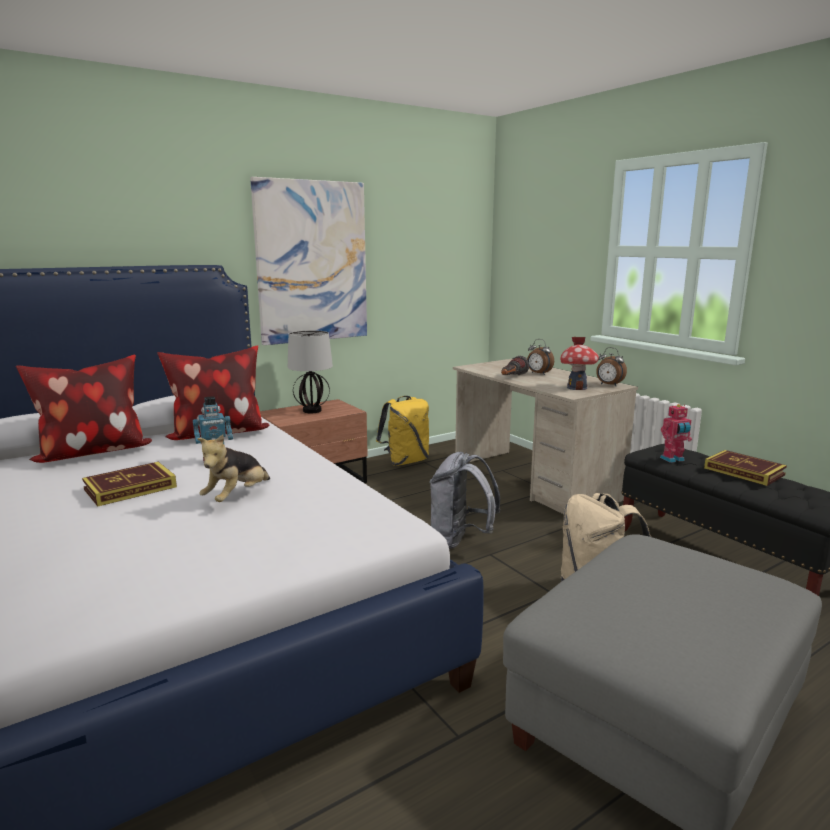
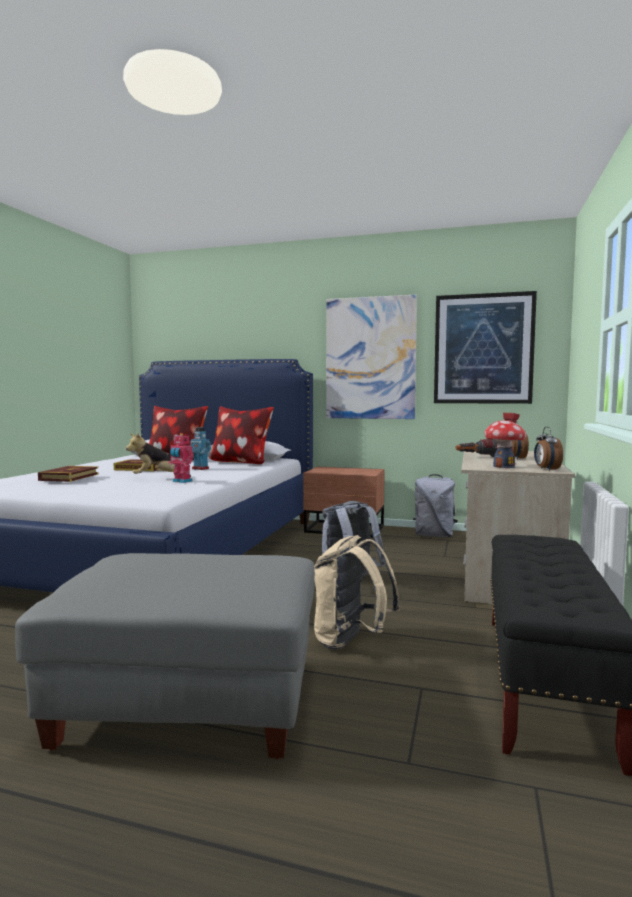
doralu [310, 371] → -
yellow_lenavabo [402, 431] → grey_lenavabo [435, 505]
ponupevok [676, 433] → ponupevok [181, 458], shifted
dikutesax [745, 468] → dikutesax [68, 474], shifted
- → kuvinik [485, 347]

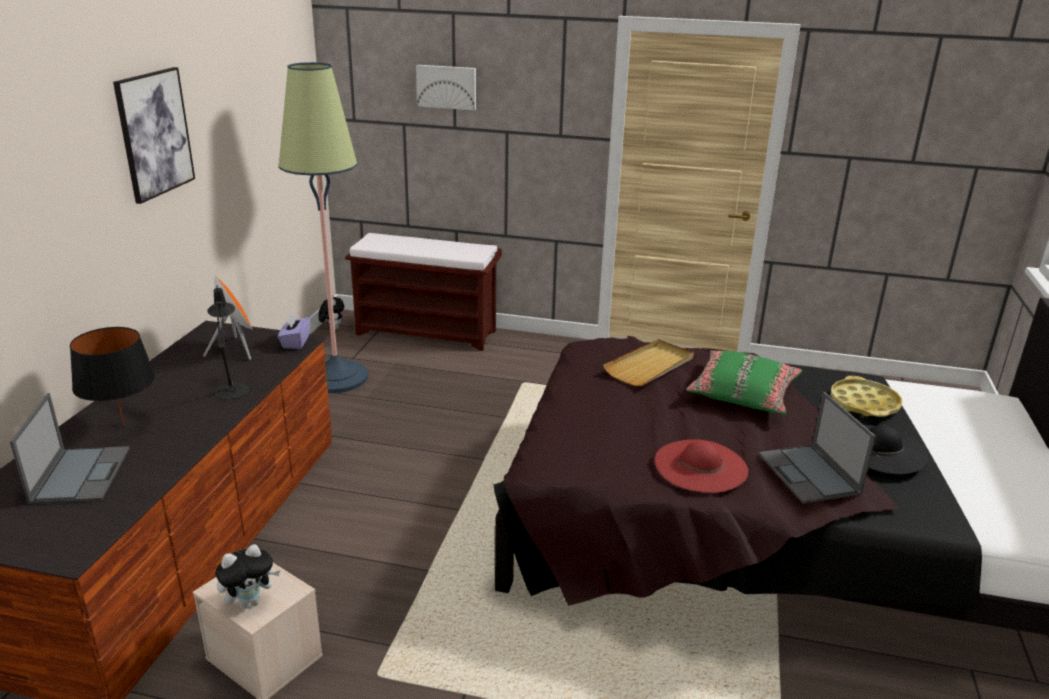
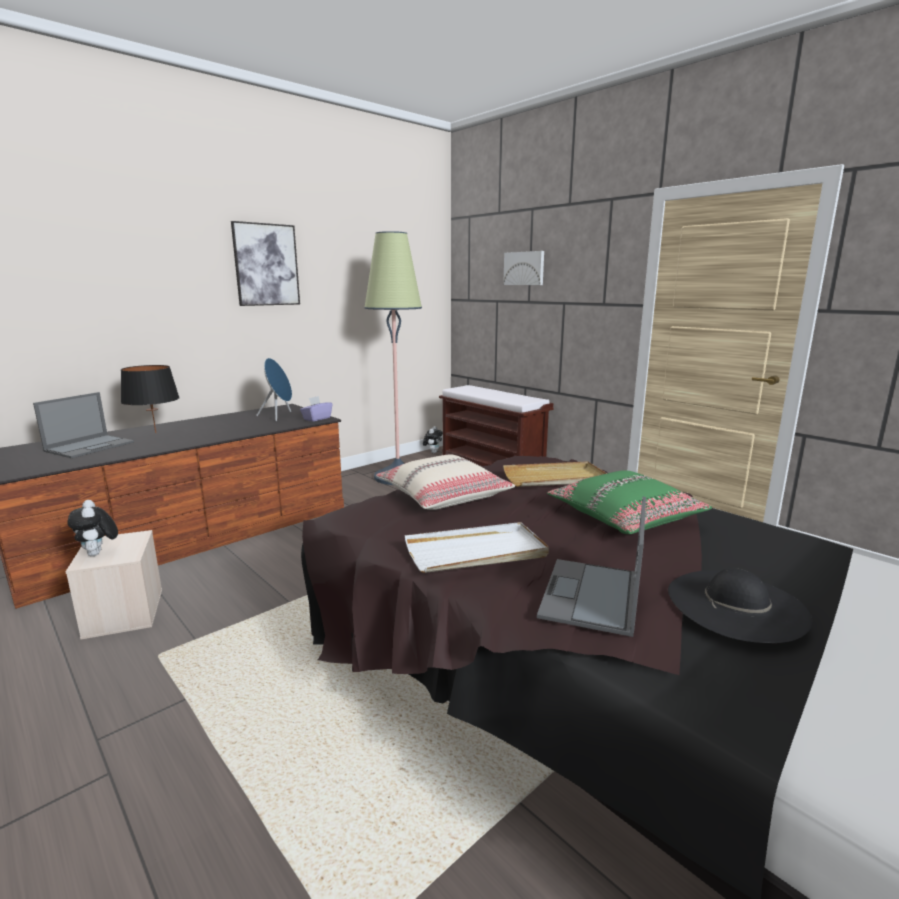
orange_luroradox [228, 318] → blue_luroradox [274, 389]
black_doralu [228, 343] → -
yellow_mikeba [866, 396] → -
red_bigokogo [701, 466] → white_mikeba [477, 547]
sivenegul [247, 576] → sivenegul [92, 528], 60 degrees clockwise
- → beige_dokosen [445, 482]

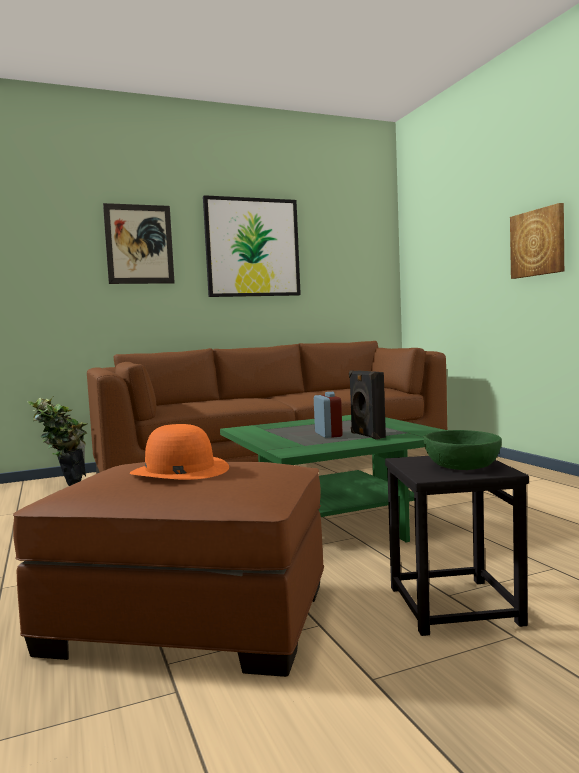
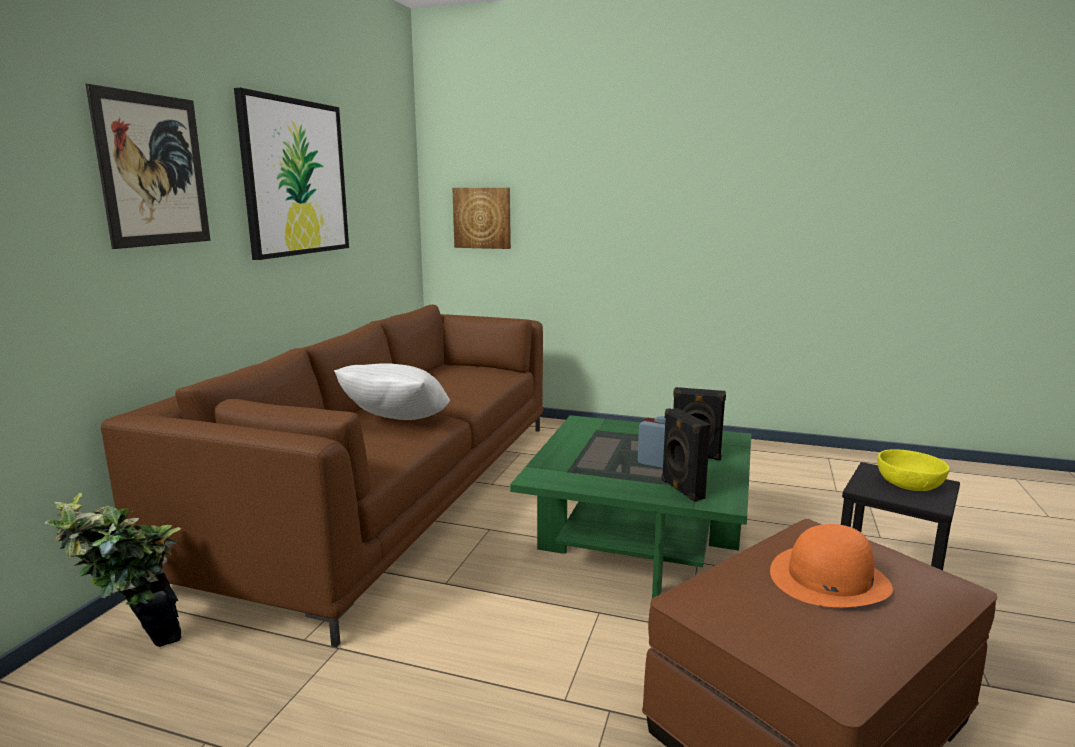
kuvinik [537, 241] → kuvinik [481, 218], shifted
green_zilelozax [463, 450] → yellow_zilelozax [913, 470]
- → white_dokosen [392, 391]
- → black_luroradox [685, 455]

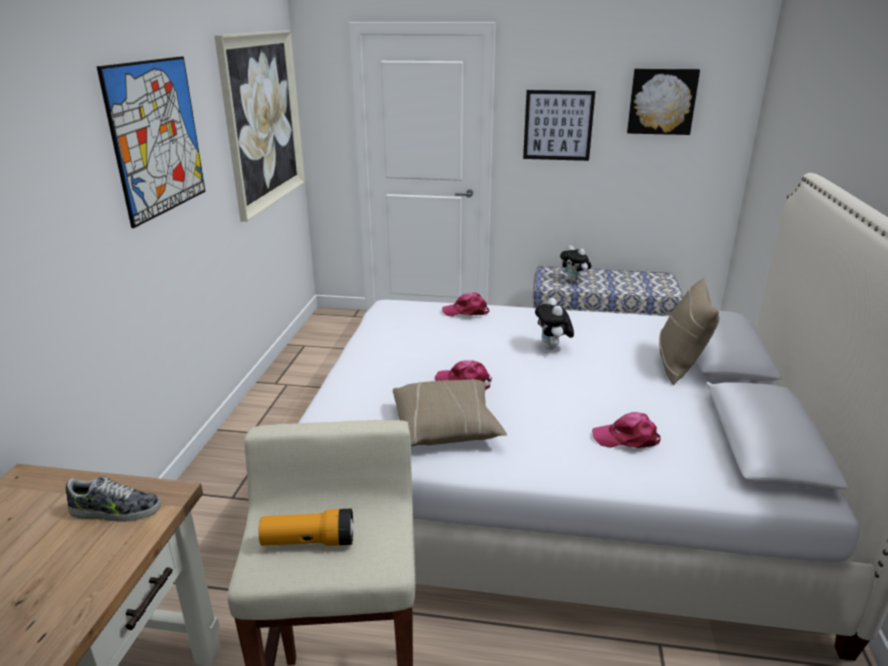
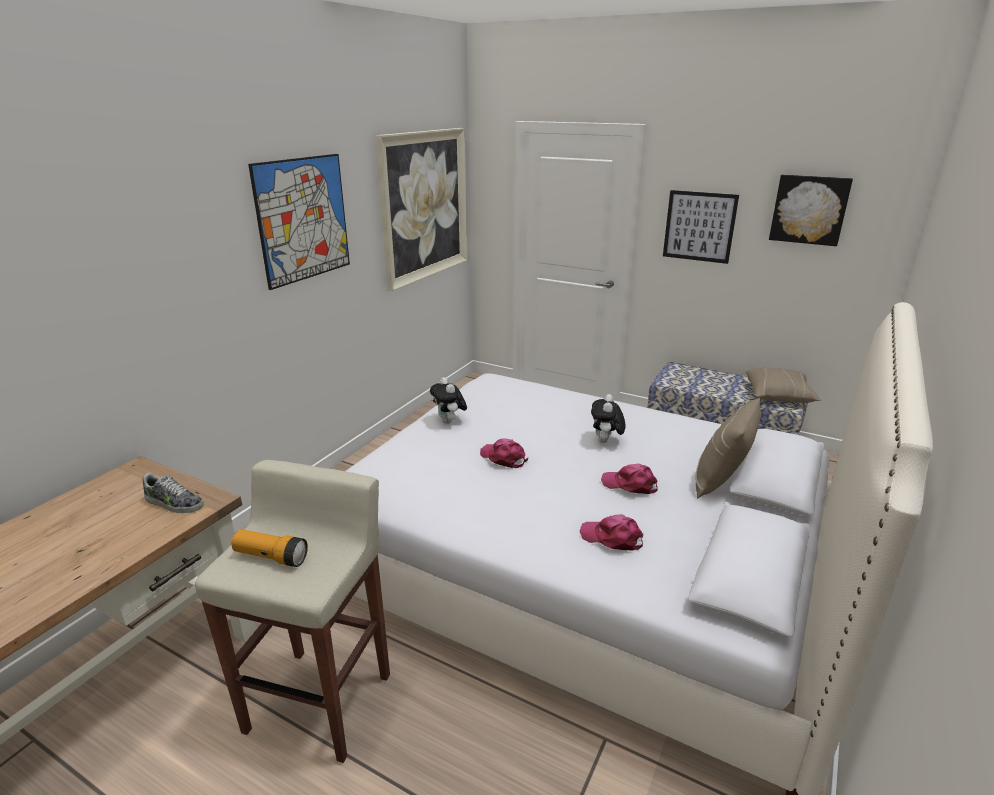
sivenegul [575, 263] → sivenegul [448, 400], shifted
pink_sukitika [465, 304] → pink_sukitika [629, 479], shifted
beige_dokosen [450, 412] → beige_dokosen [783, 385], shifted

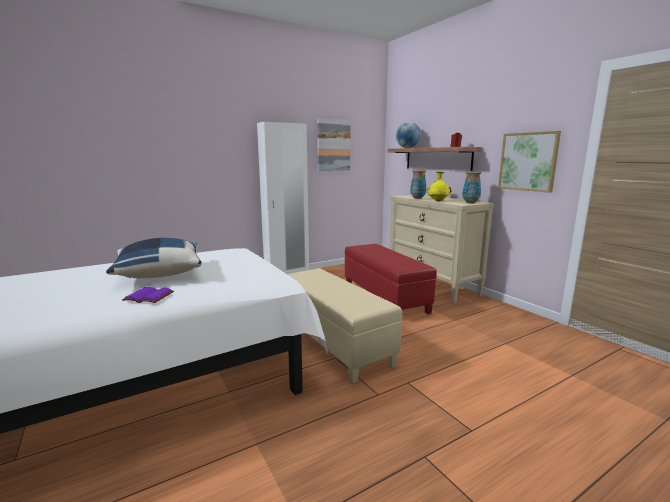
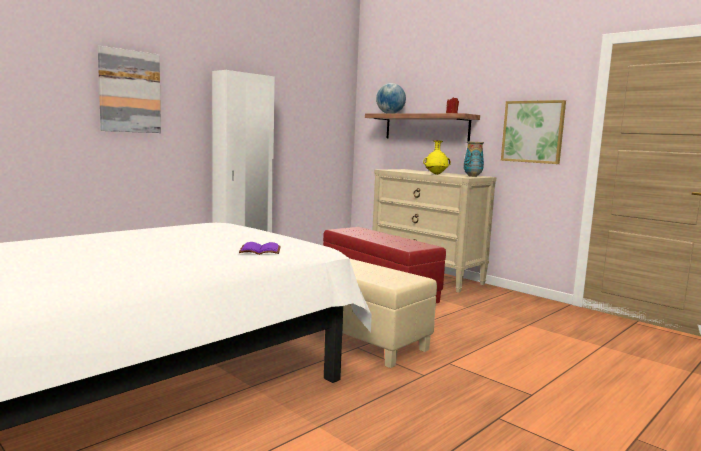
kuvinik [334, 145] → kuvinik [129, 89], shifted
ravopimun [418, 184] → -
blue_dokosen [154, 258] → -
purple_dikutesax [148, 294] → purple_dikutesax [260, 248], shifted

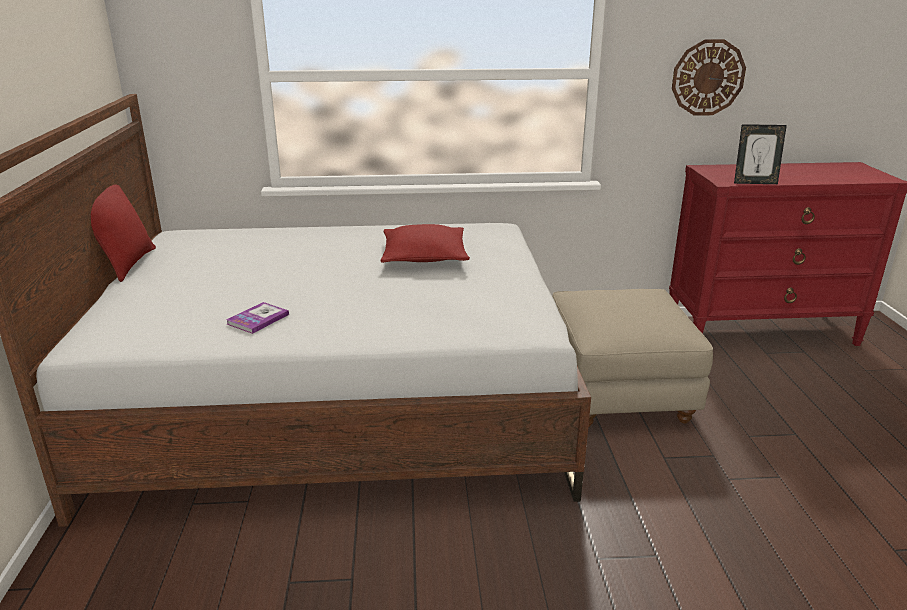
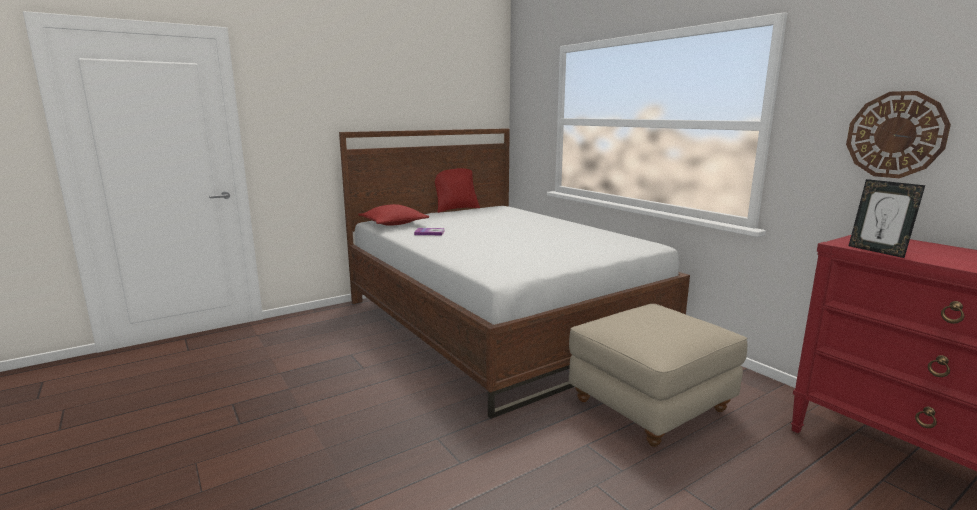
red_dokosen [425, 243] → red_dokosen [394, 215], shifted

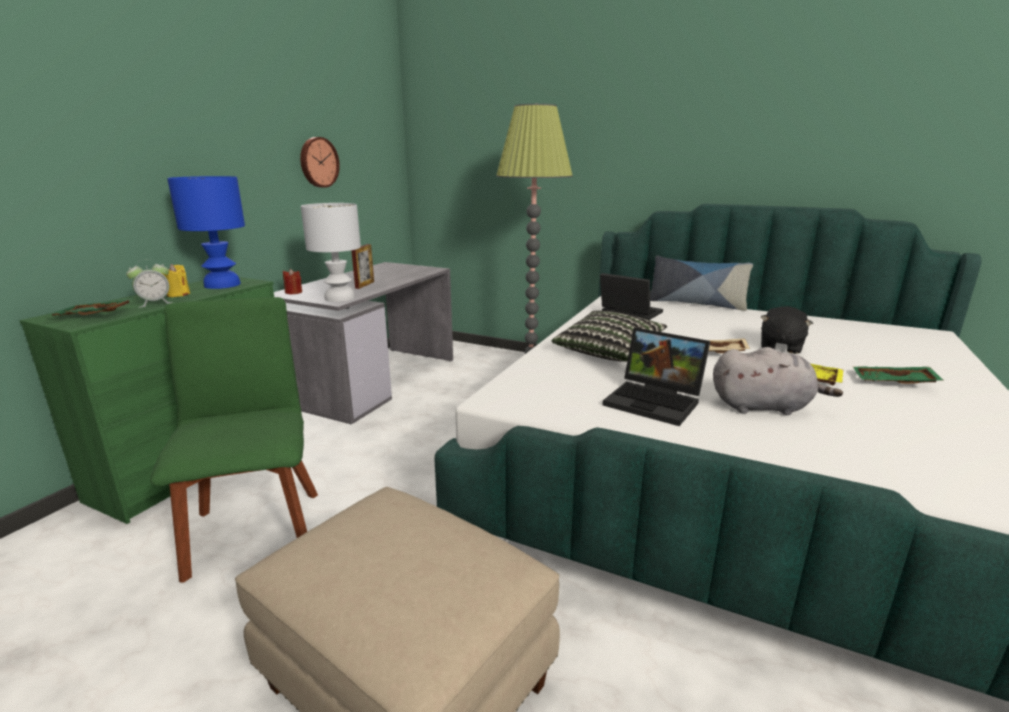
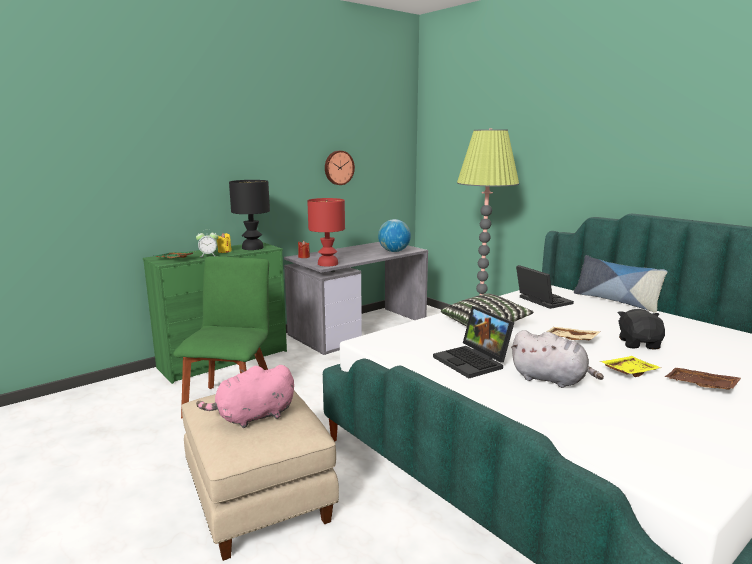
blue_doralu [206, 232] → black_doralu [249, 215]
white_doralu [331, 252] → red_doralu [326, 232]
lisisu [362, 266] → -
black_sivenegul [787, 330] → black_sivenegul [641, 329], 135 degrees clockwise
green_mikeba [898, 375] → brown_mikeba [703, 379]
- → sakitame [394, 235]
- → pink_sivenegul [245, 396]

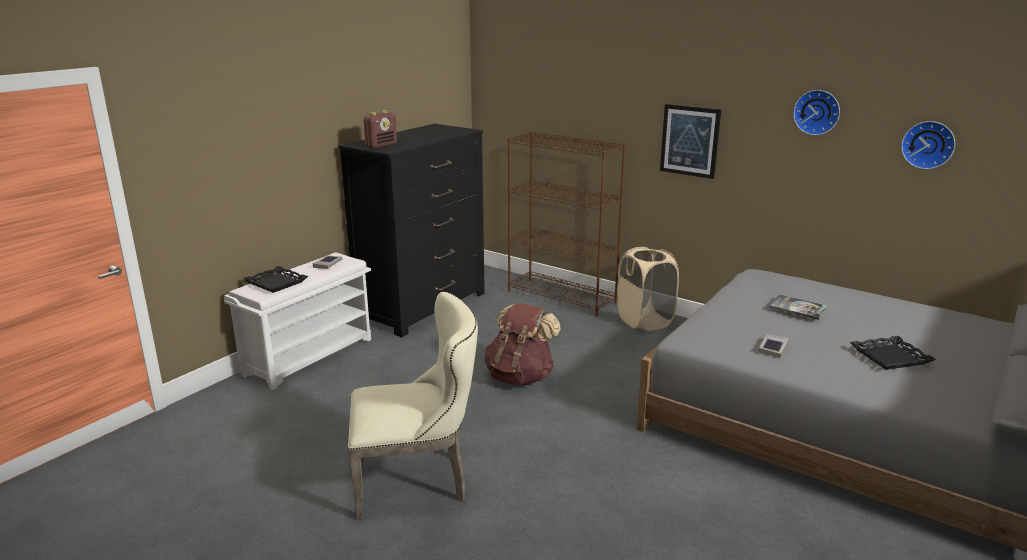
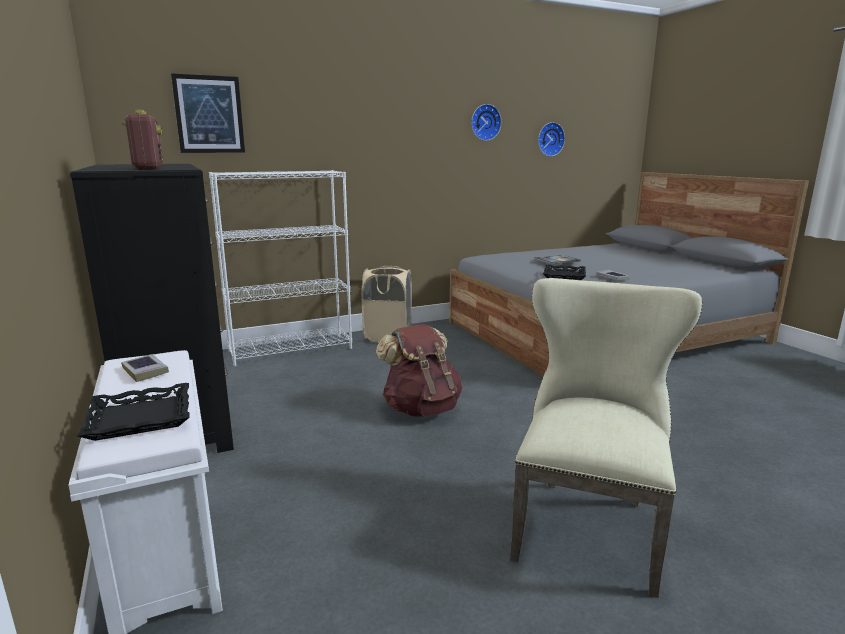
kuvinik [690, 141] → kuvinik [208, 113], shifted
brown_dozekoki [566, 223] → white_dozekoki [280, 268]
black_mikeba [893, 353] → black_mikeba [564, 272], shifted

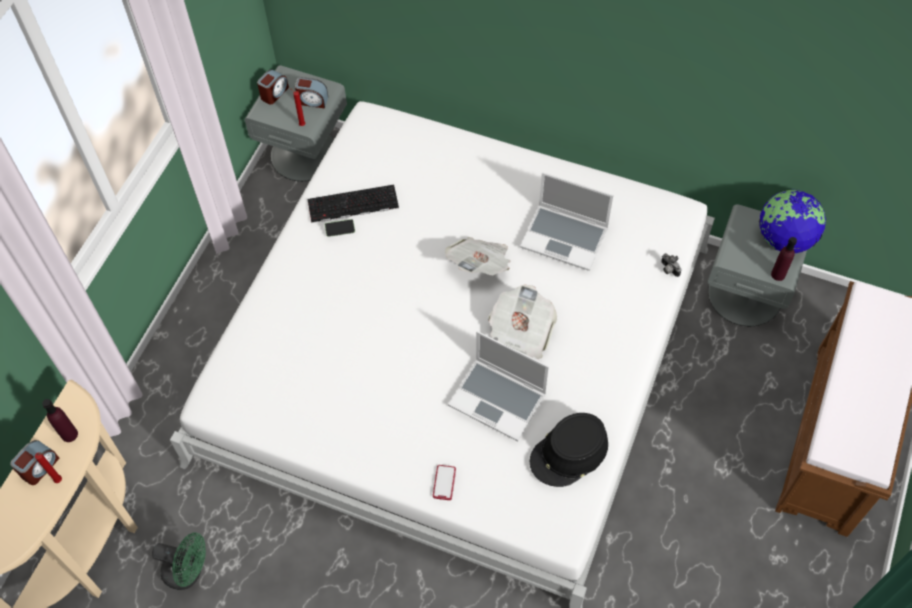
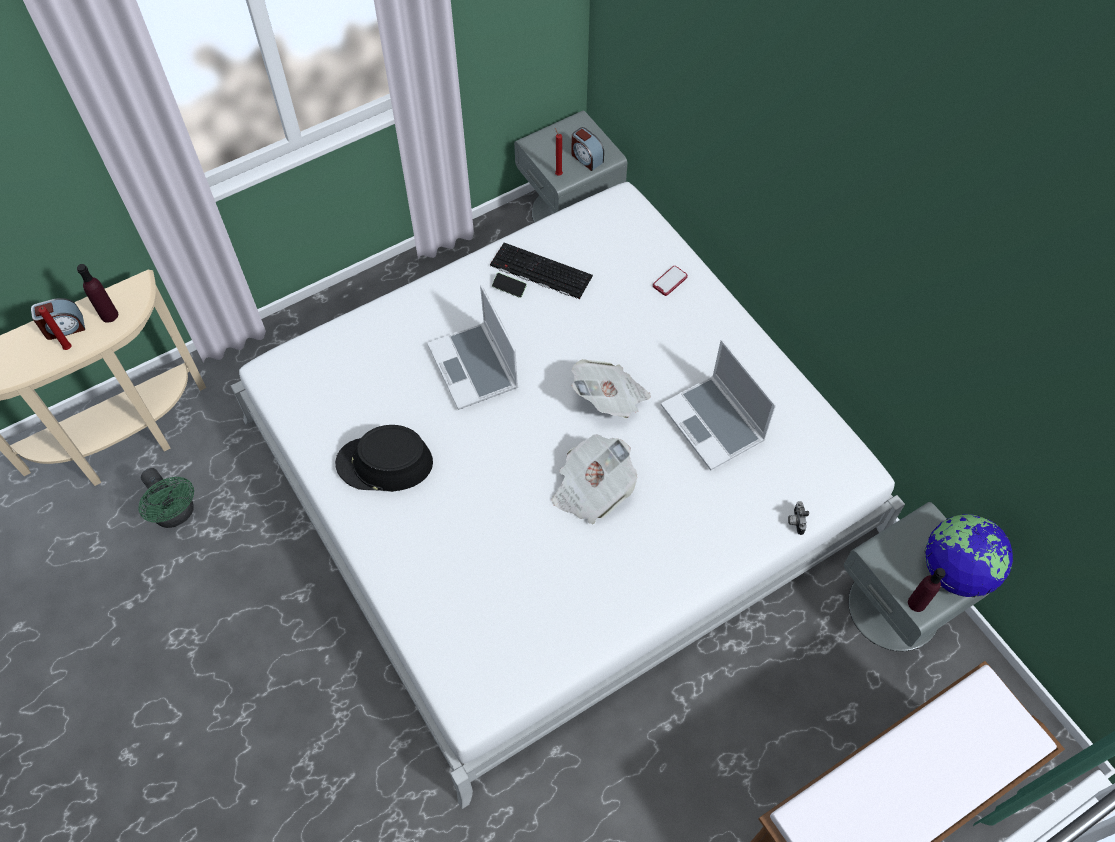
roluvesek [273, 86] → -
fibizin [498, 386] → fibizin [472, 347], shifted
black_bigokogo [569, 450] → black_bigokogo [384, 458], shifted
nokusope [444, 482] → nokusope [670, 281], shifted

